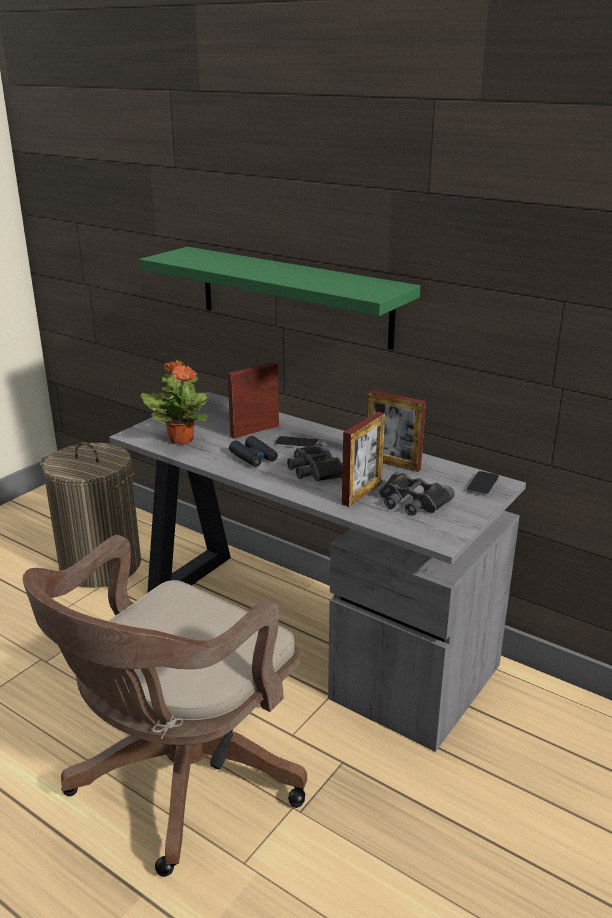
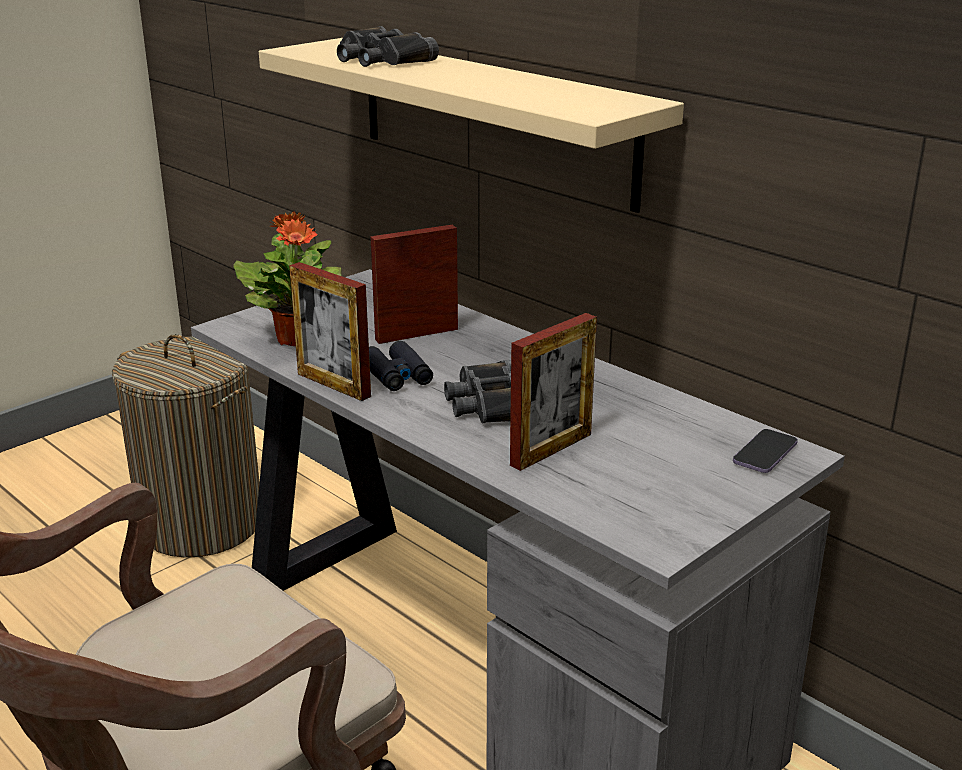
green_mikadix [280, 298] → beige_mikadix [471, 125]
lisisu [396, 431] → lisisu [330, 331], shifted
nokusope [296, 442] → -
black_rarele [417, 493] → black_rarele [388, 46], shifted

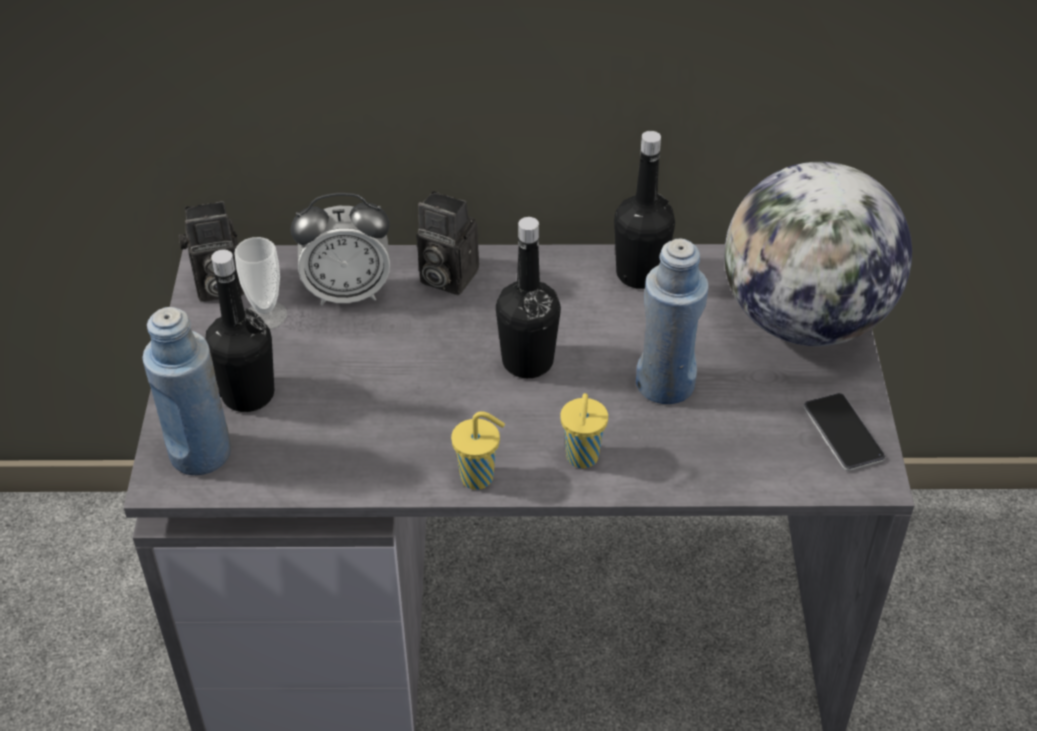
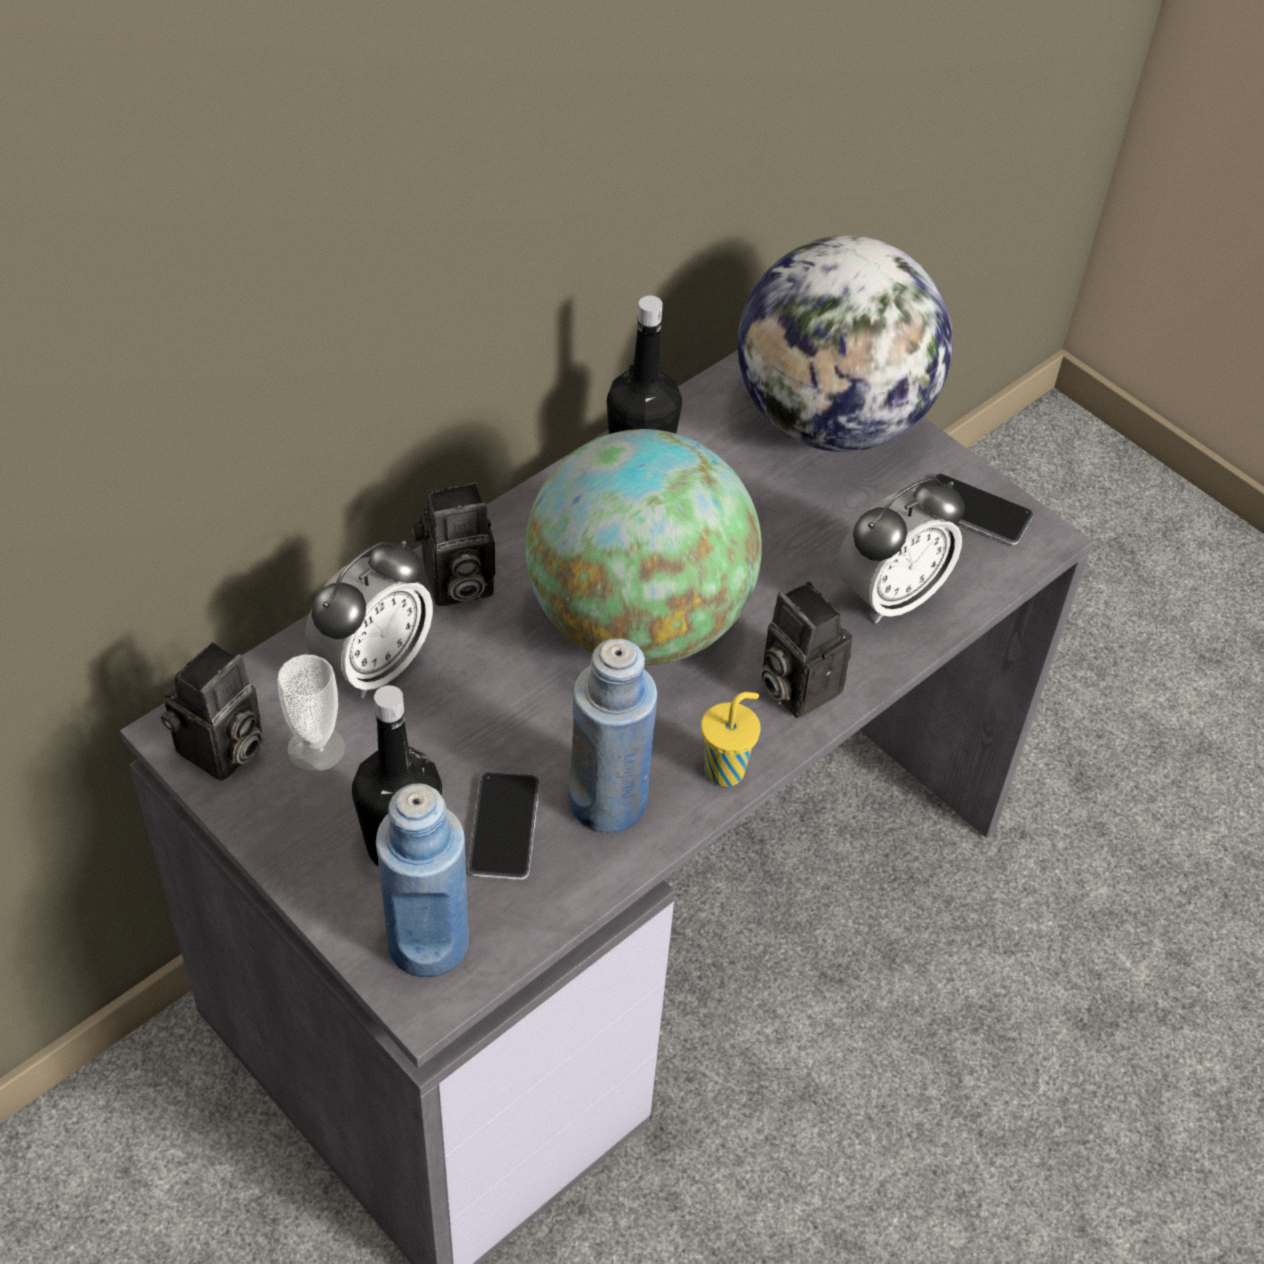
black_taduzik [528, 297] → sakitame [643, 547]
blue_taduzik [672, 321] → blue_taduzik [613, 735], shifted
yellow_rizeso [584, 430] → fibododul [806, 649]
- → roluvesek [901, 550]
- → nokusope [503, 826]

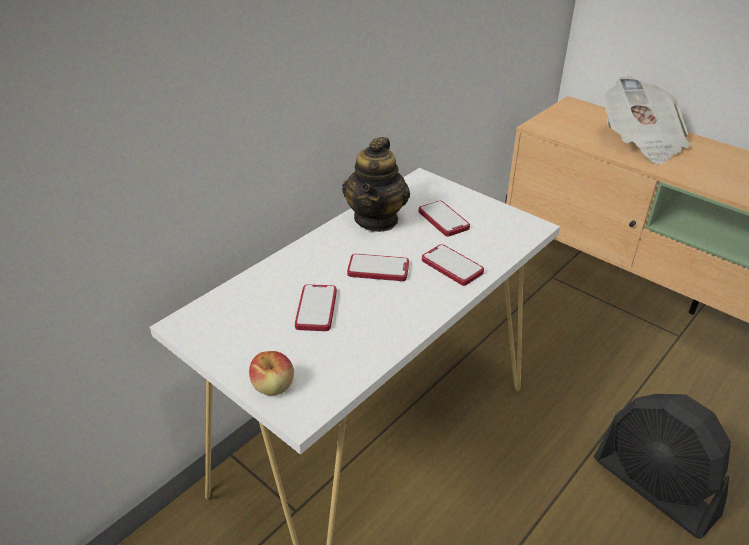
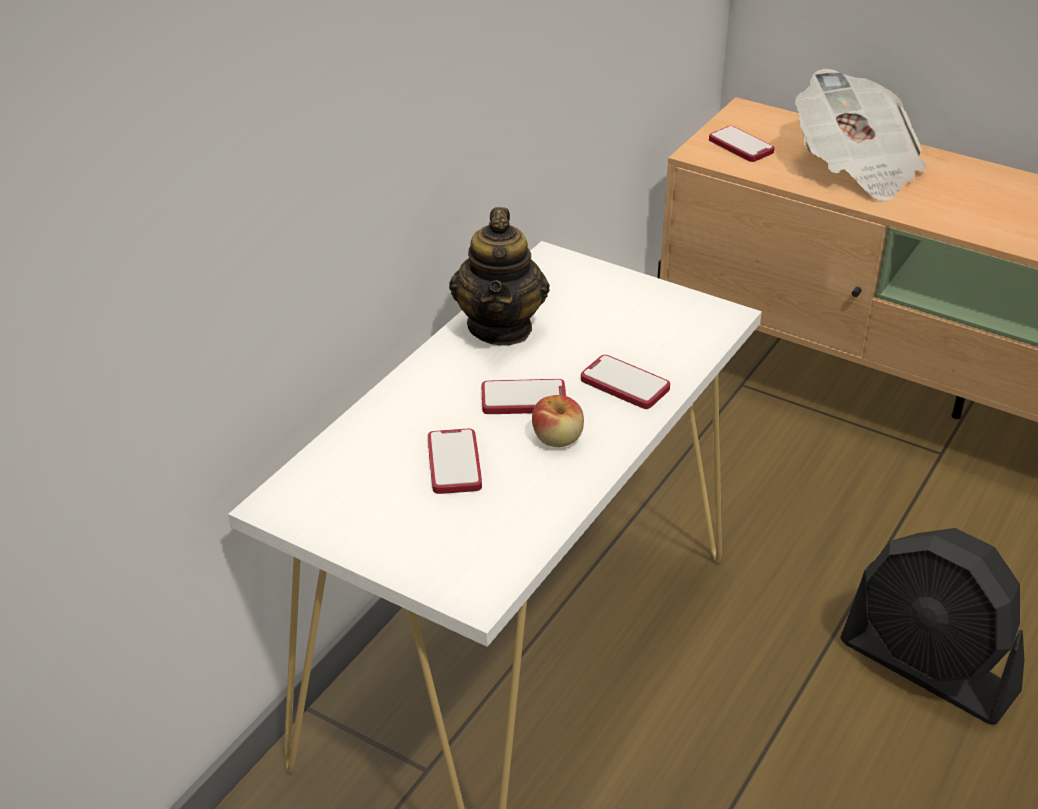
nokusope [444, 219] → nokusope [742, 144], shifted
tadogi [271, 373] → tadogi [558, 421], shifted

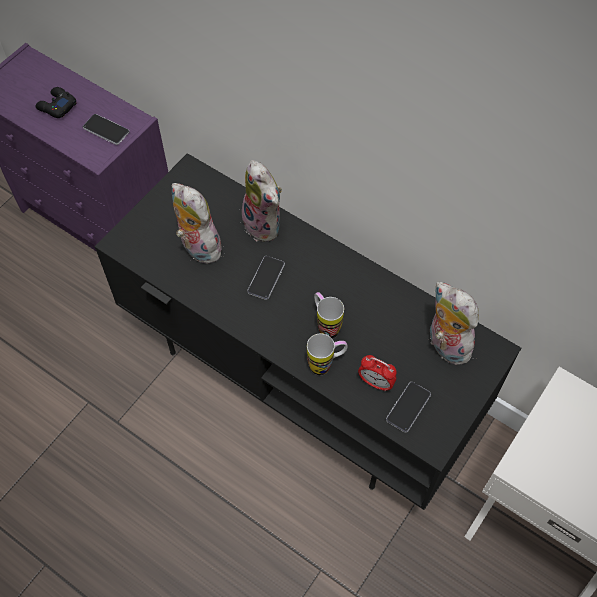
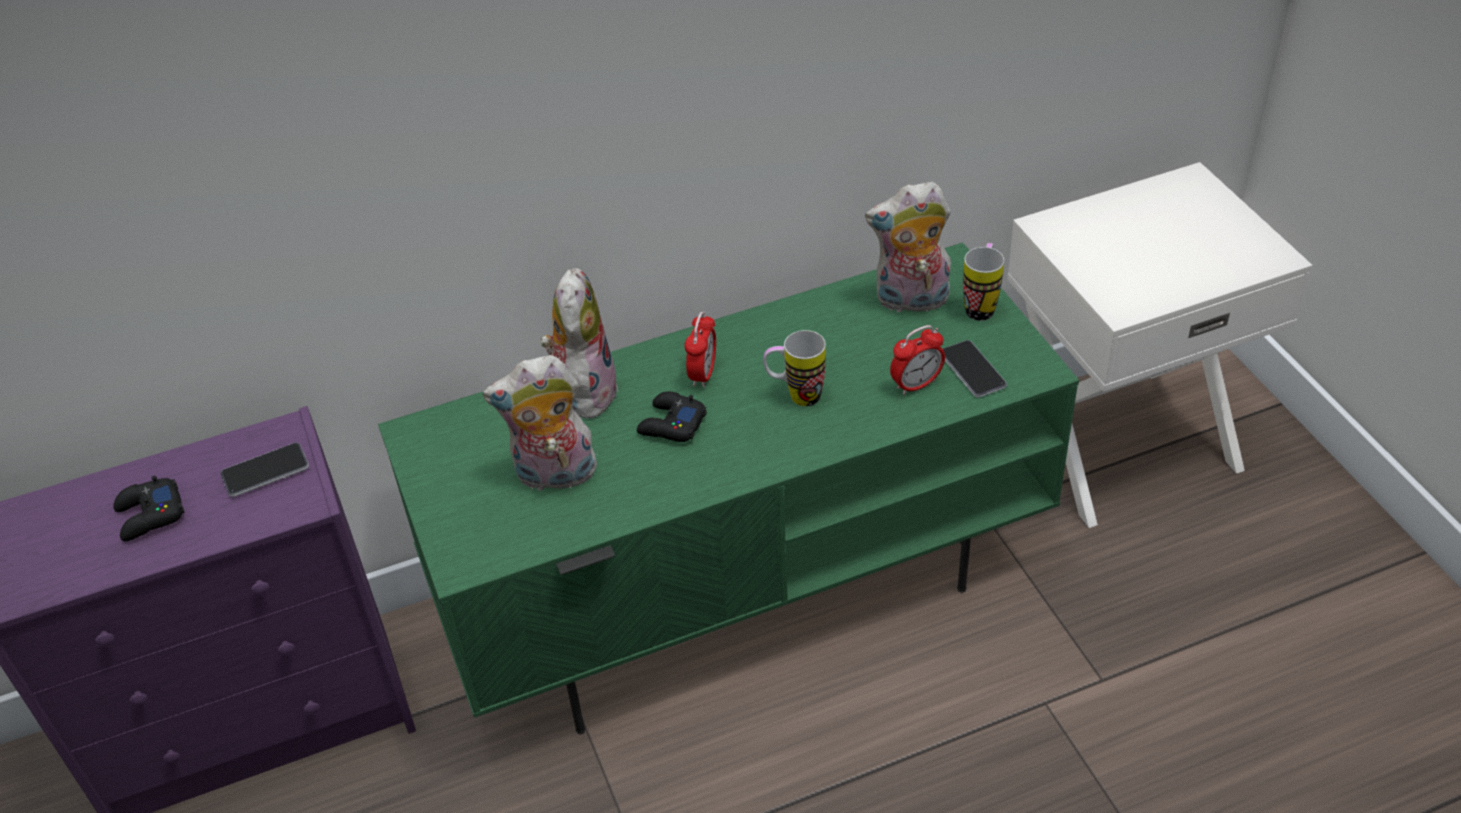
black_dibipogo [308, 331] → green_dibipogo [728, 488]
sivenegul [262, 201] → sivenegul [579, 343], 90 degrees counterclockwise
nokusope [266, 278] → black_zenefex [672, 416]
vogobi [327, 354] → vogobi [983, 282], shifted
- → roluvesek [700, 350]

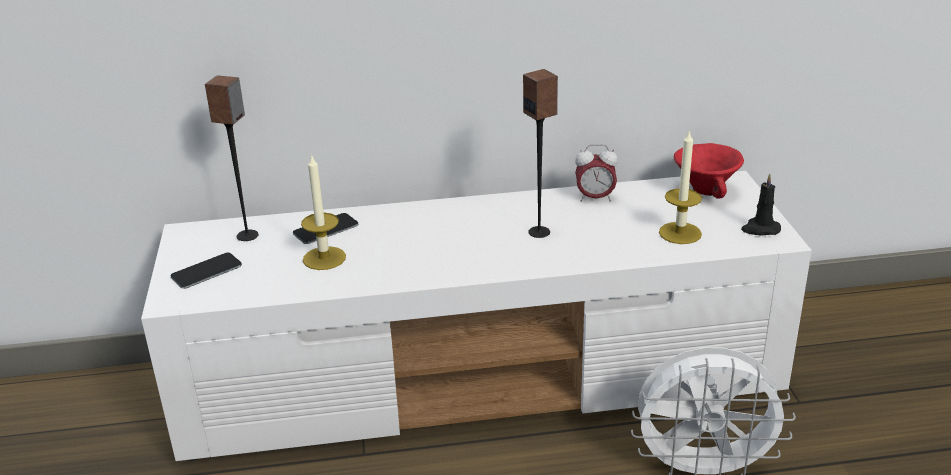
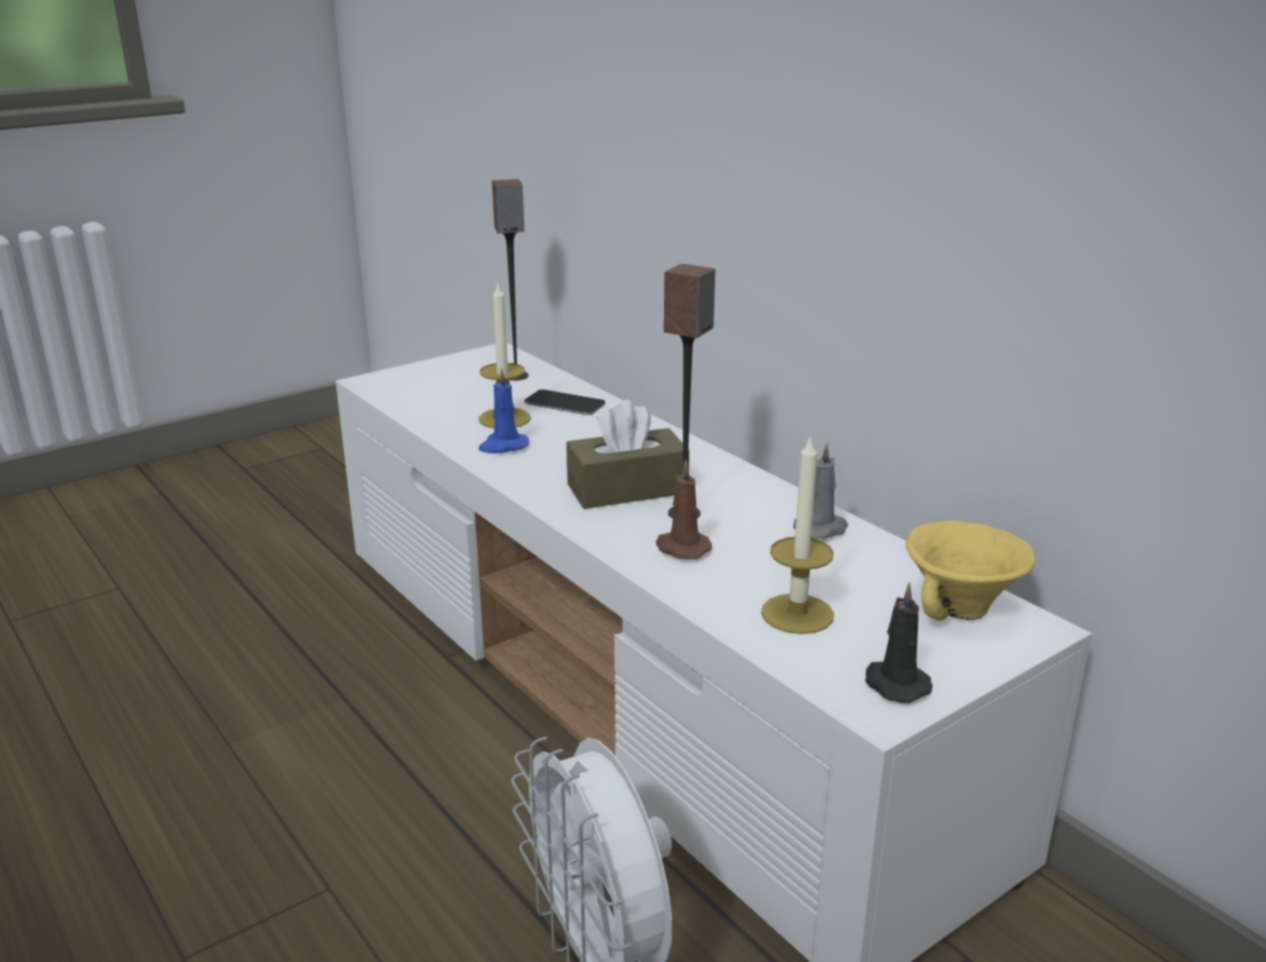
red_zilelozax [709, 171] → yellow_zilelozax [970, 571]
roluvesek [596, 173] → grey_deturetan [820, 491]
nokusope [206, 271] → -
- → blue_deturetan [504, 410]
- → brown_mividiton [627, 454]
- → brown_deturetan [684, 509]

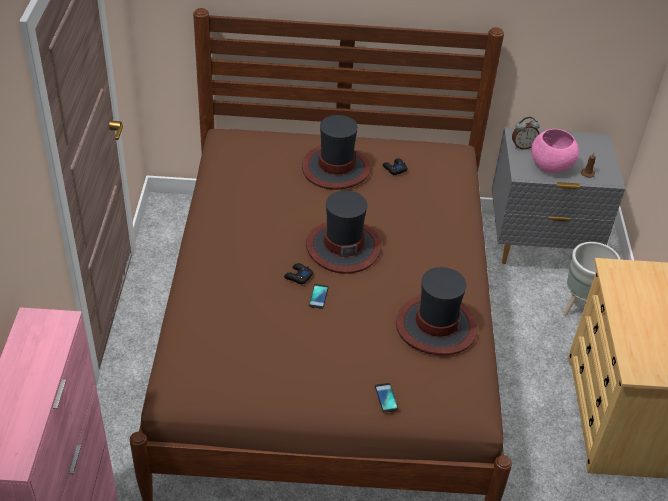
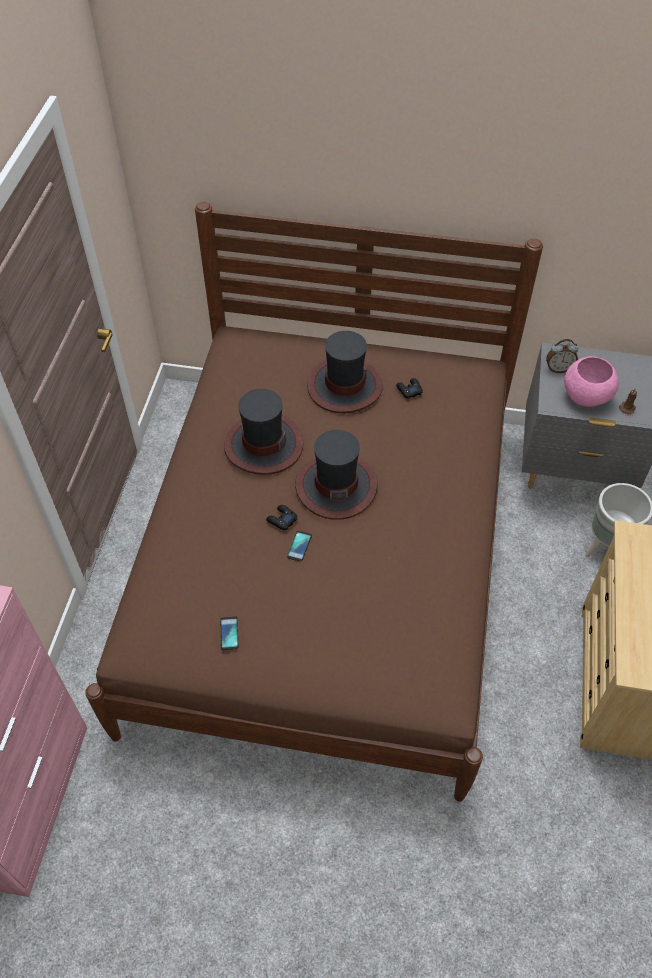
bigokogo [436, 311] → bigokogo [264, 432], shifted
nokusope [386, 398] → nokusope [229, 633], shifted

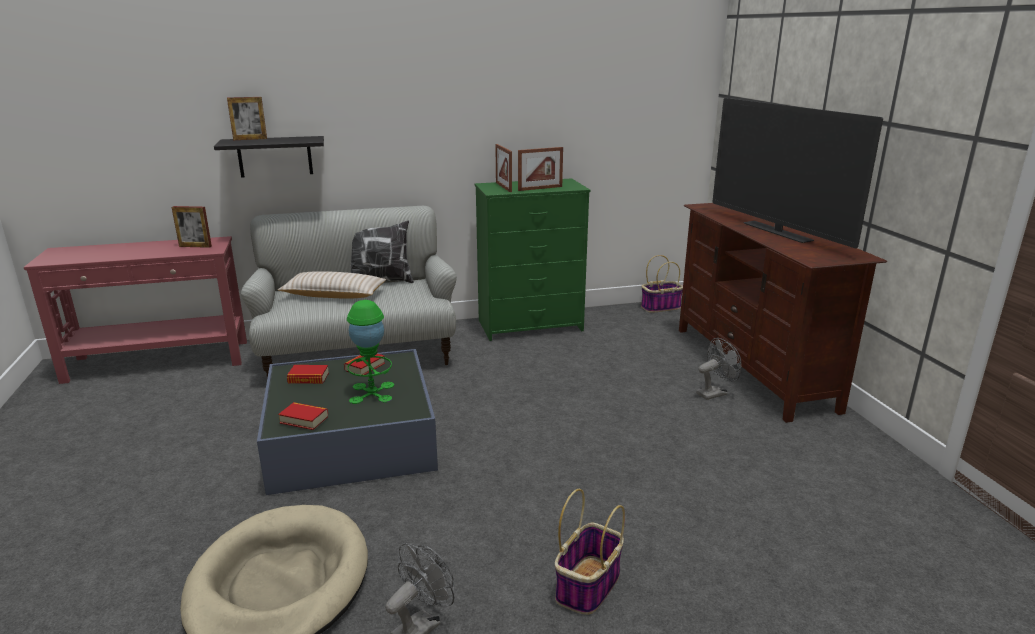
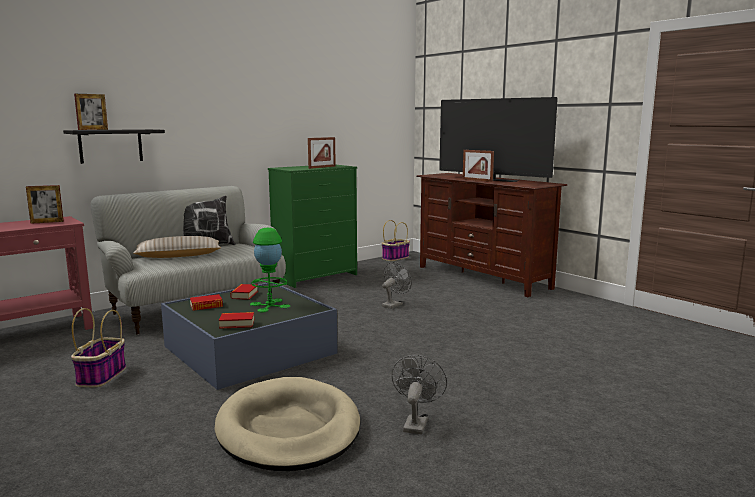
lisisu [503, 168] → lisisu [478, 166], shifted
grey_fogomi [719, 369] → grey_fogomi [397, 285], shifted
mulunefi [590, 552] → mulunefi [98, 347], shifted

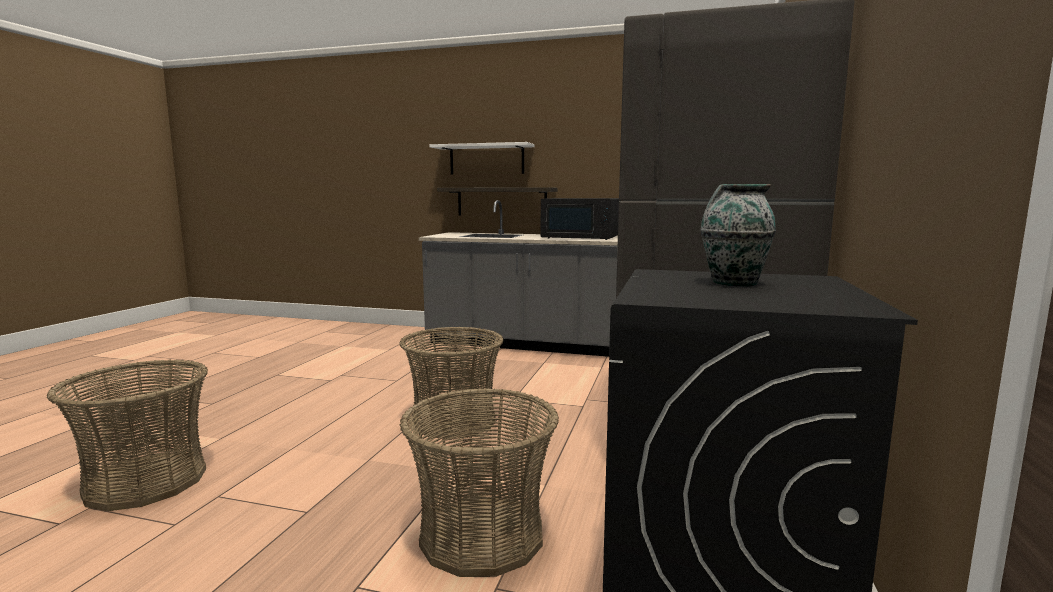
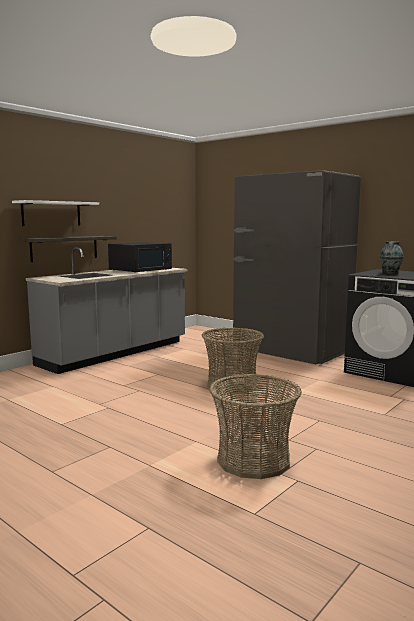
mulunefi [479, 482] → -

